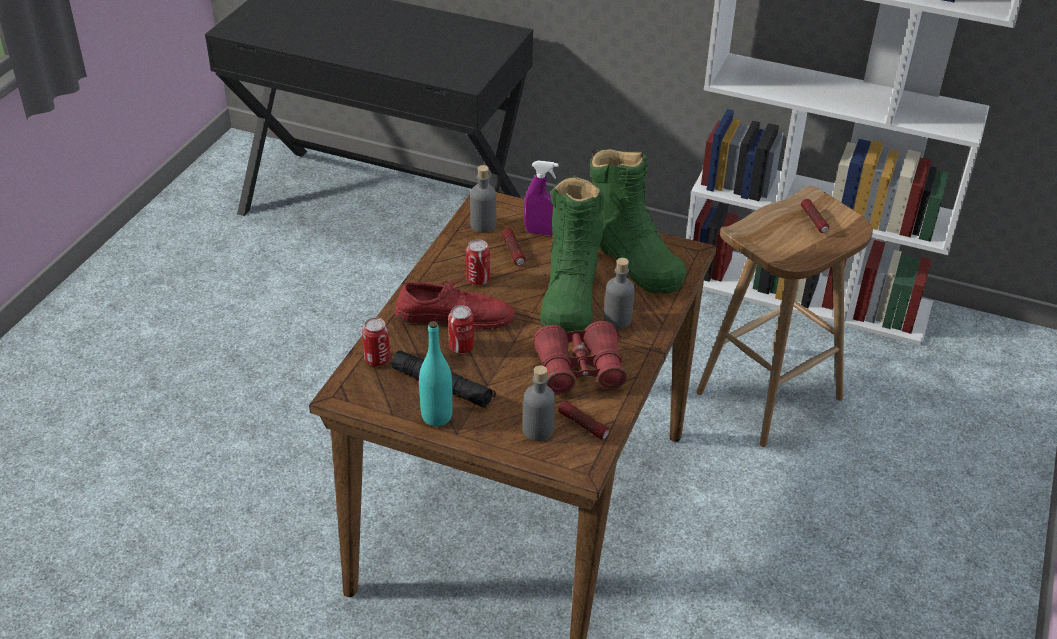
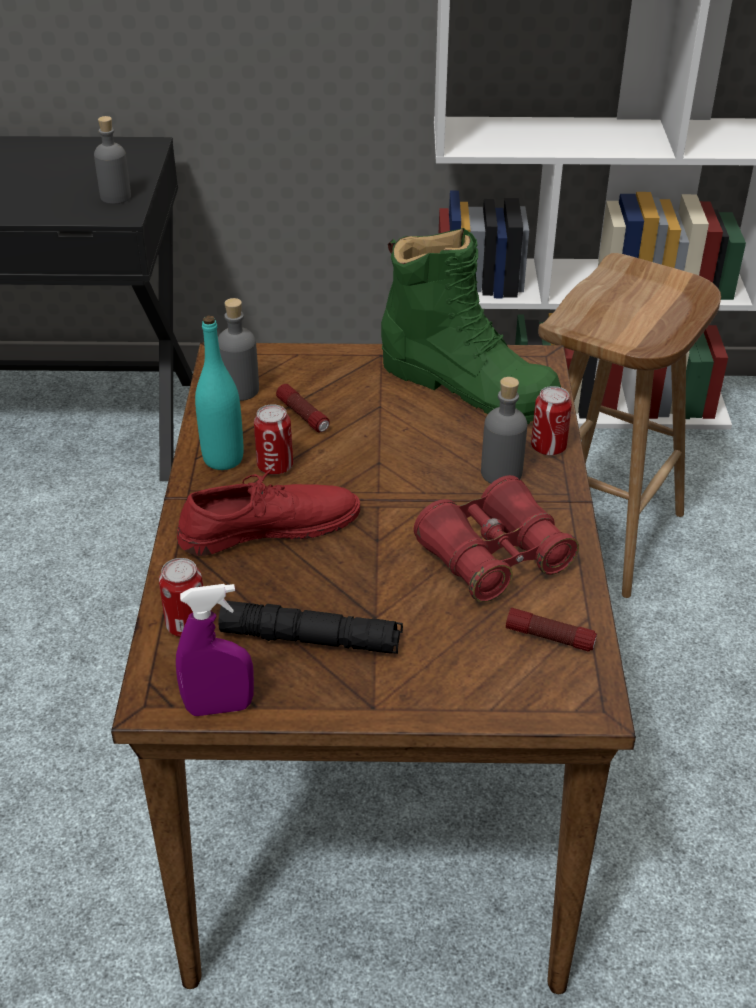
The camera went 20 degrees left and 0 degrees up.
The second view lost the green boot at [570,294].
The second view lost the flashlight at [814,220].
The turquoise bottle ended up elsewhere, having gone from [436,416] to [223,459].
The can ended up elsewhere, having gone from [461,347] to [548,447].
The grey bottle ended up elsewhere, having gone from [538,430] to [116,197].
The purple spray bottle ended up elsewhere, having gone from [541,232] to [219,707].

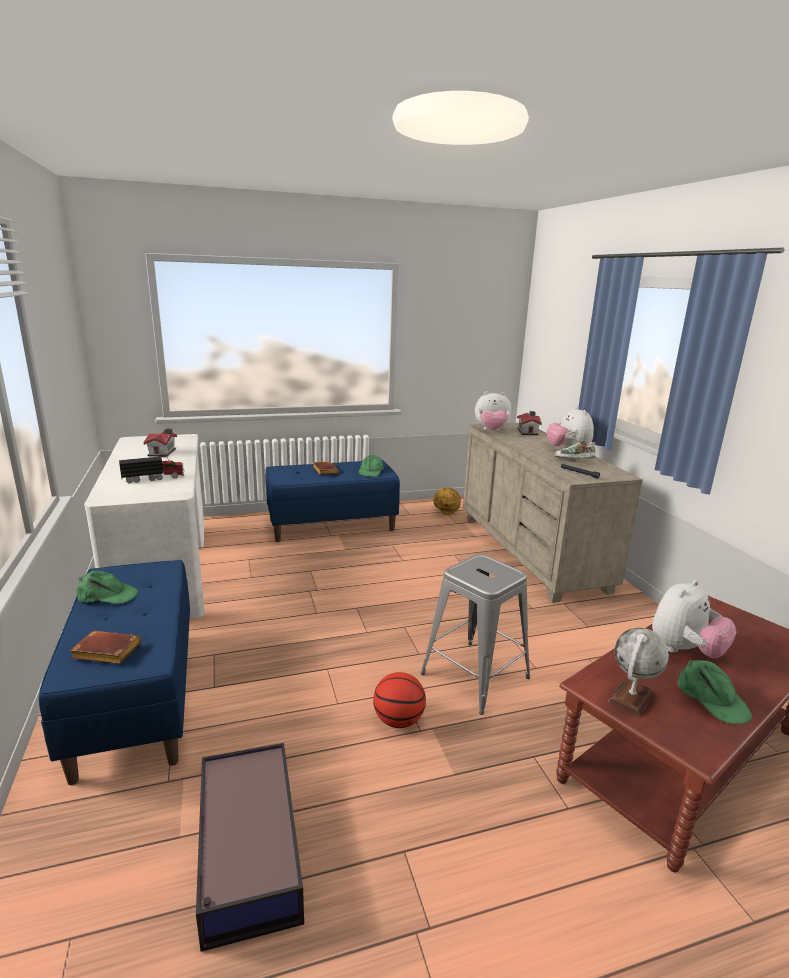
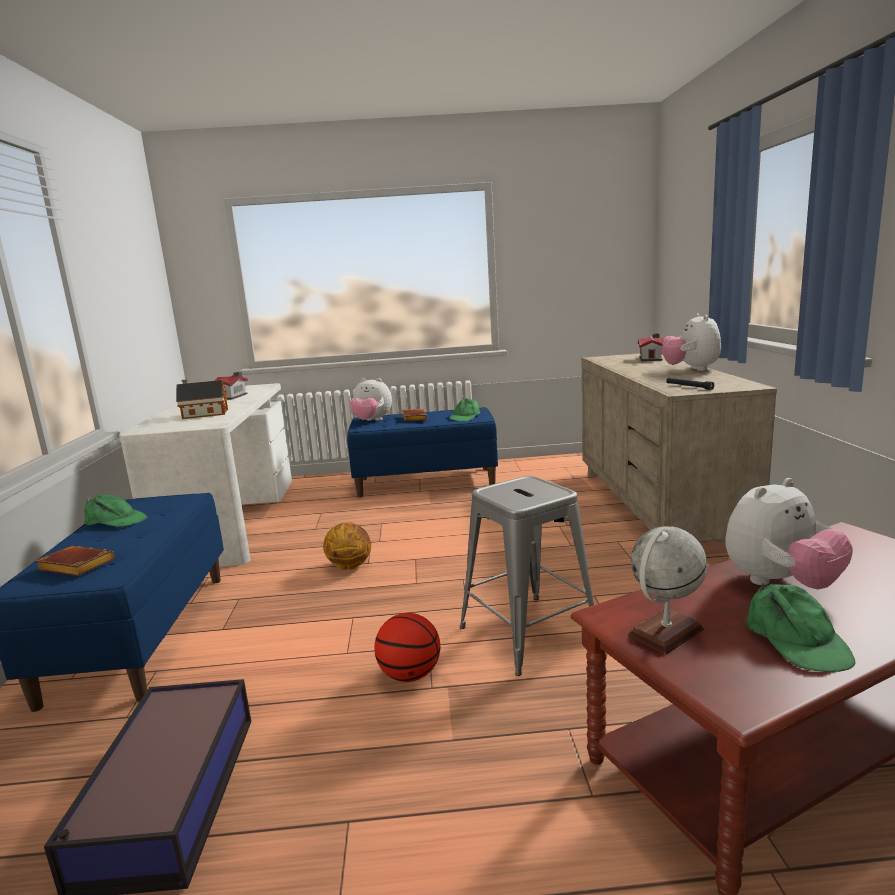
The camera went 15 degrees right and 5 degrees down.
The second view lost the shoe at [574,461].
The basketball ended up elsewhere, having gone from [446,513] to [350,566].
The plush toy ended up elsewhere, having gone from [491,431] to [372,421].
Where the toy truck stood at [154,478], the toy house came to stand at [203,414].

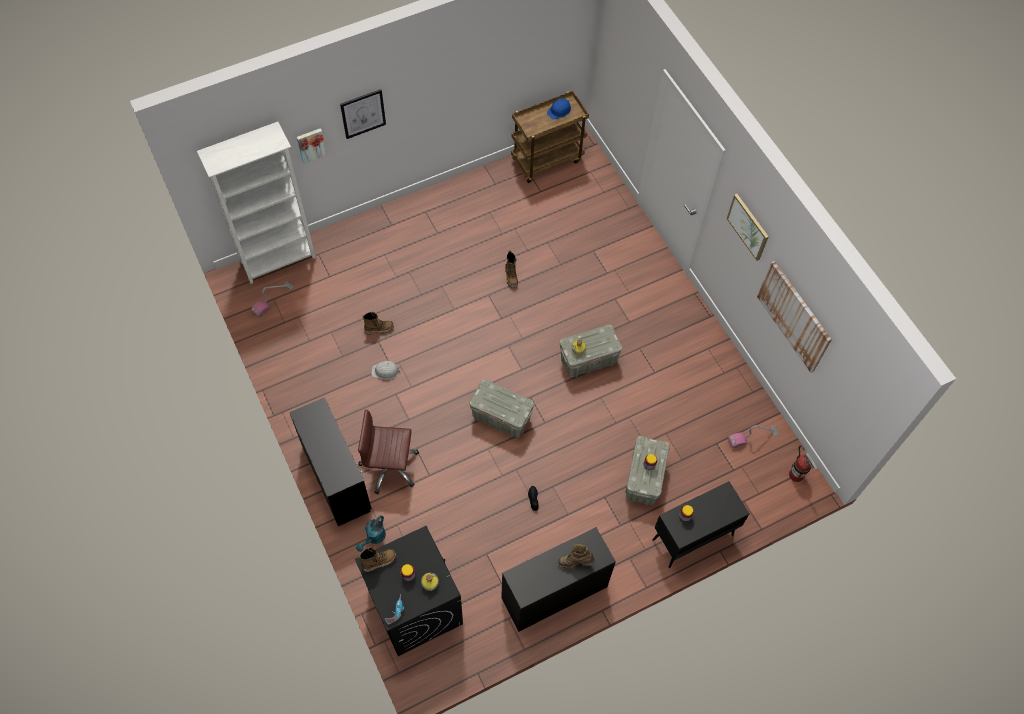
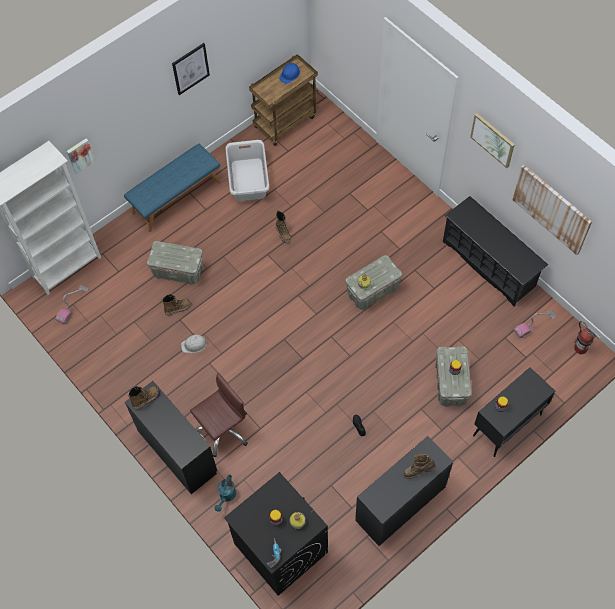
The camera went 10 degrees left and 0 degrees up.
The second view gained the blue bench at [176,197].
The second view gained the grey laundry basket at [249,179].
The second view gained the black shoe rack at [489,264].
The picture ended up elsewhere, having gone from [363,113] to [190,68].
The boot ended up elsewhere, having gone from [379,561] to [145,399].
The grey storage box ended up elsewhere, having gone from [500,417] to [178,271].
The brown office chair at [390,467] ended up facing another way, 150 degrees clockwise from before.

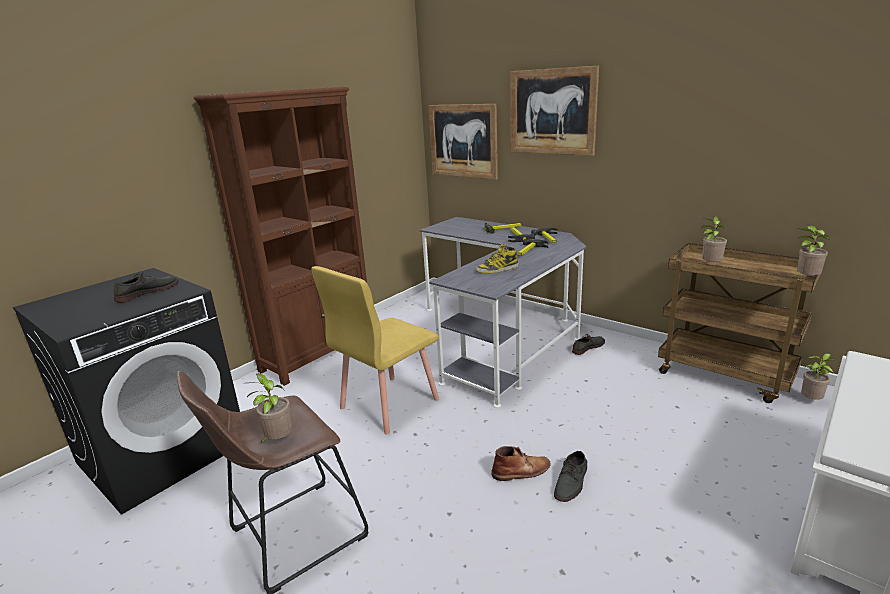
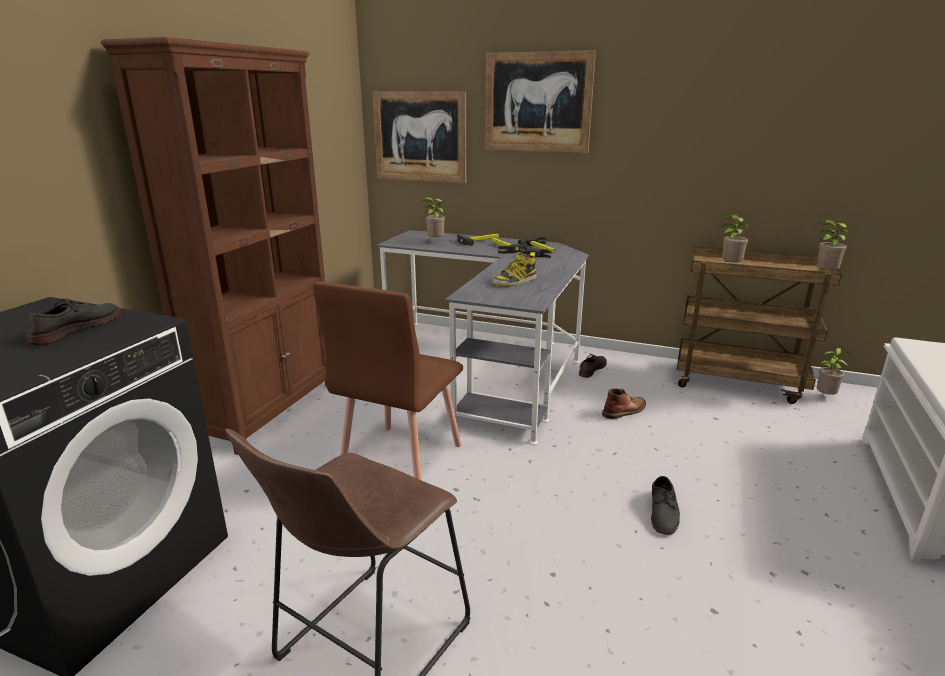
The camera went 20 degrees left and 0 degrees up.
The potted plant ended up elsewhere, having gone from [278,441] to [434,242].
The brown boot ended up elsewhere, having gone from [522,471] to [625,410].
What was the yellow chair at [388,404] turned into the brown chair at [400,458].

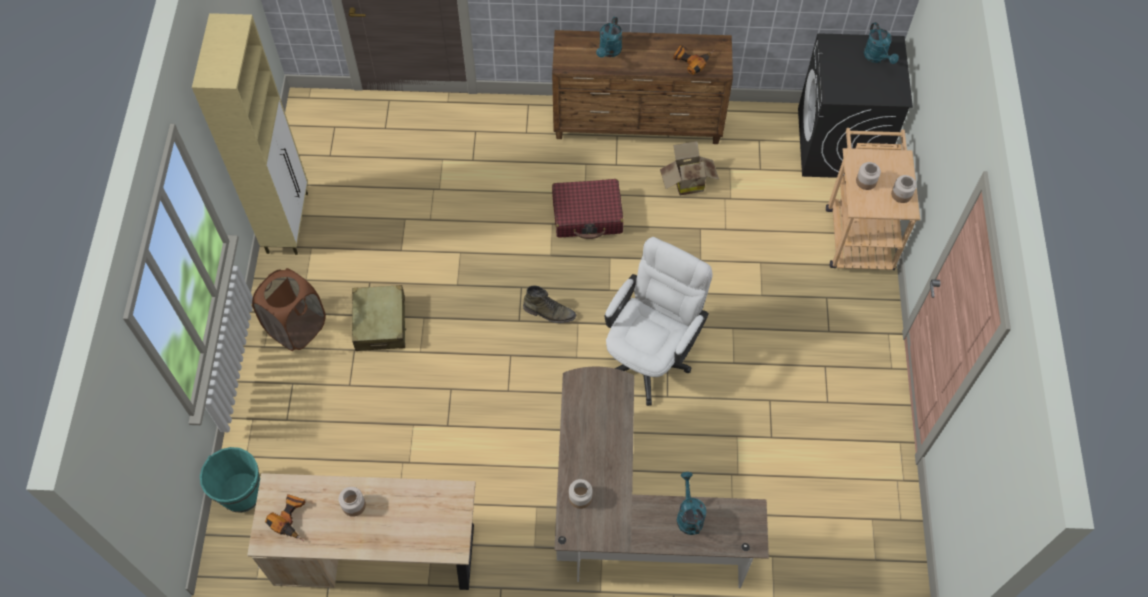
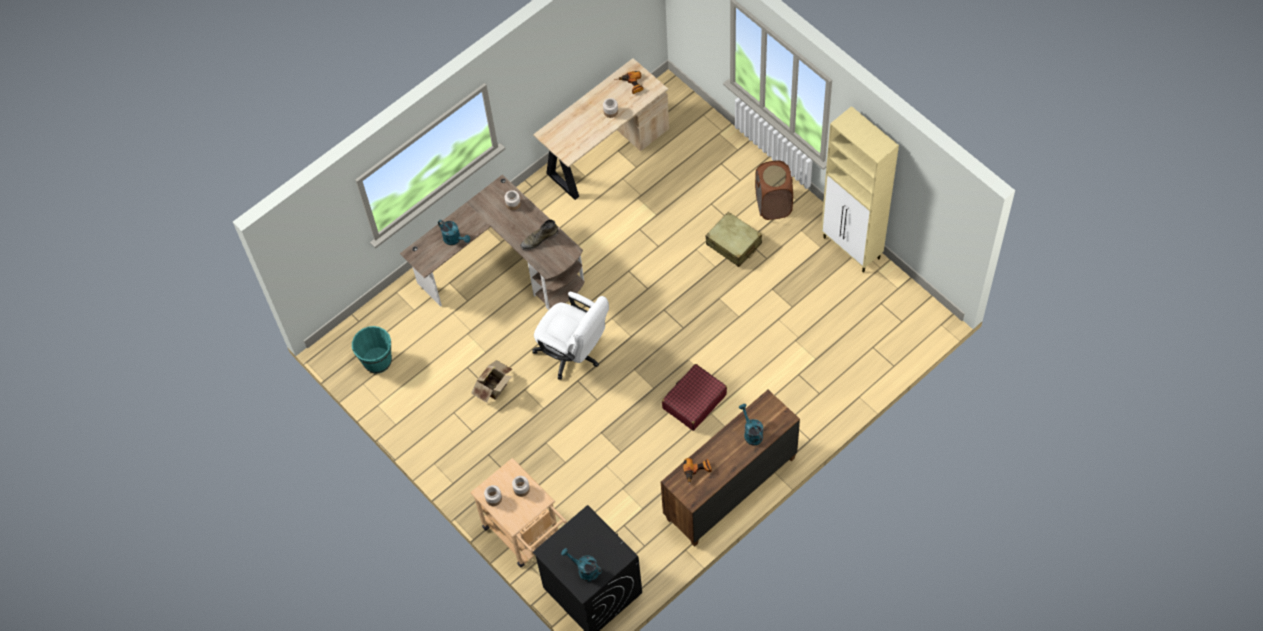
The camera went 140 degrees right and 0 degrees up.
The turquoise bucket ended up elsewhere, having gone from [242,493] to [377,360].
The green boot ended up elsewhere, having gone from [549,312] to [539,239].
The cardboard box ended up elsewhere, having gone from [686,181] to [495,388].
The white office chair at [650,355] ended up facing another way, 45 degrees counterclockwise from before.

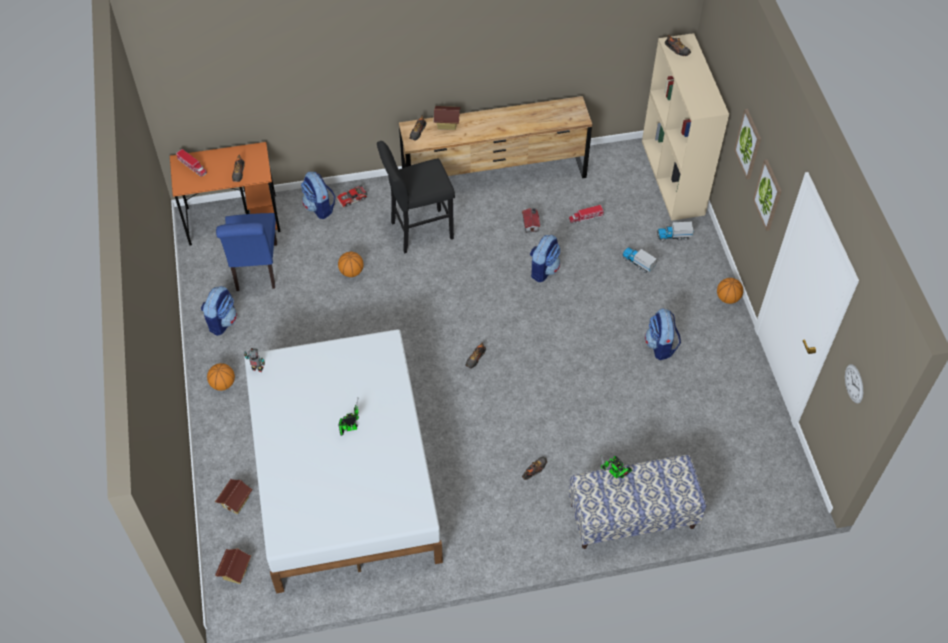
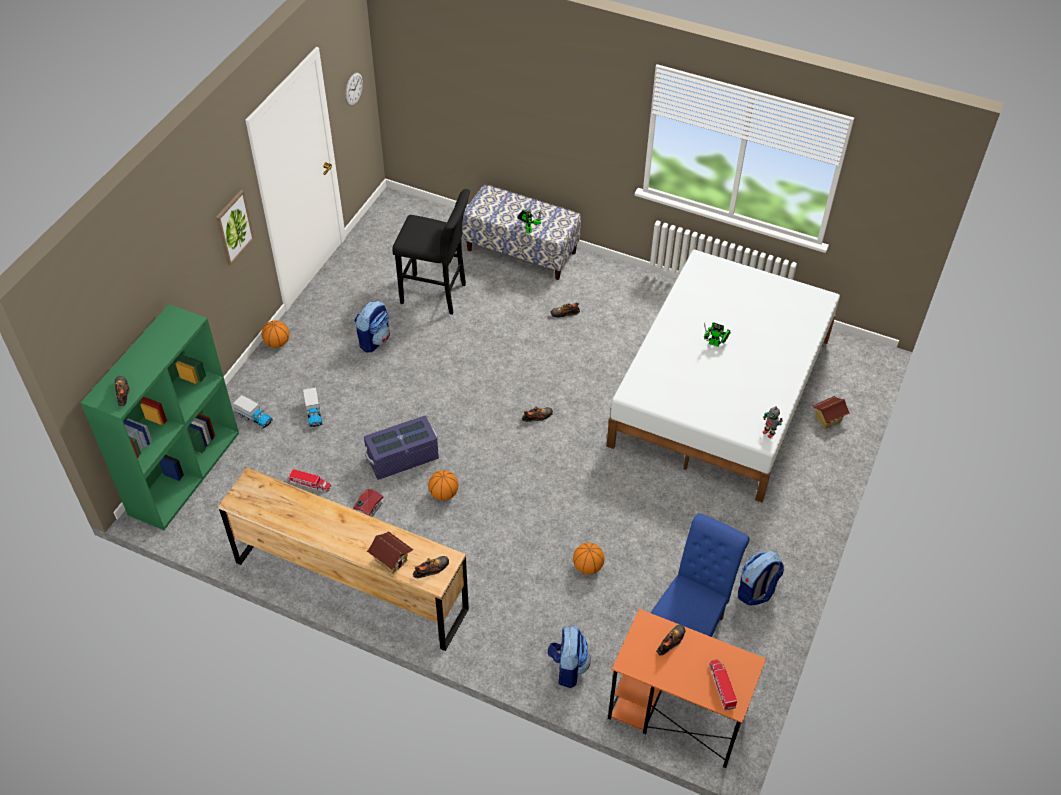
The camera went 145 degrees left and 5 degrees down.
The second view lost the toy house at [235,572].
The second view lost the toy car at [352,199].
The second view lost the picture at [749,144].
The basketball ended up elsewhere, having gone from [223,384] to [444,494].
The black stool ended up elsewhere, having gone from [418,231] to [436,295].
Where the backpack stood at [543,269], the purple storage box came to stand at [402,458].
What was the beige bookcase at [673,178] turned into the green bookcase at [184,472].

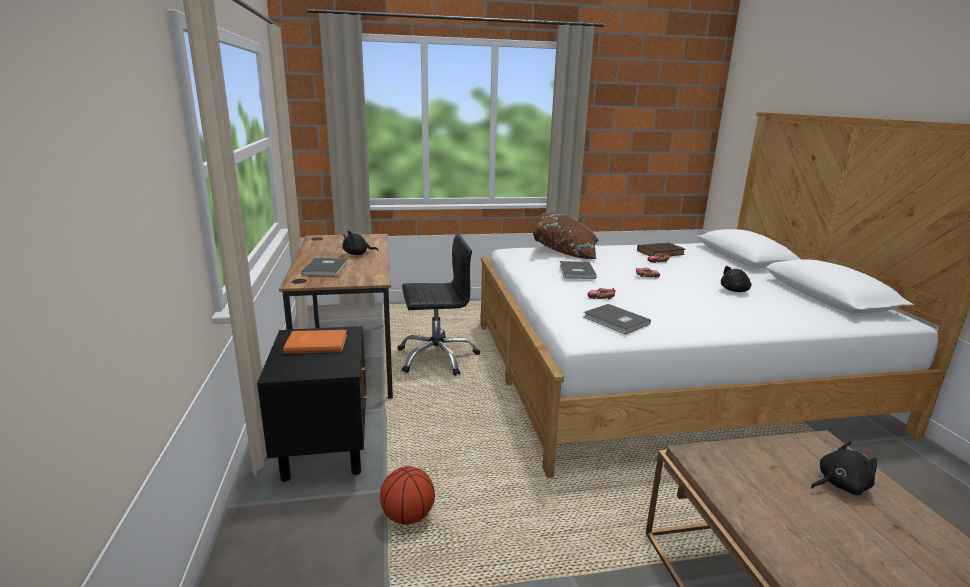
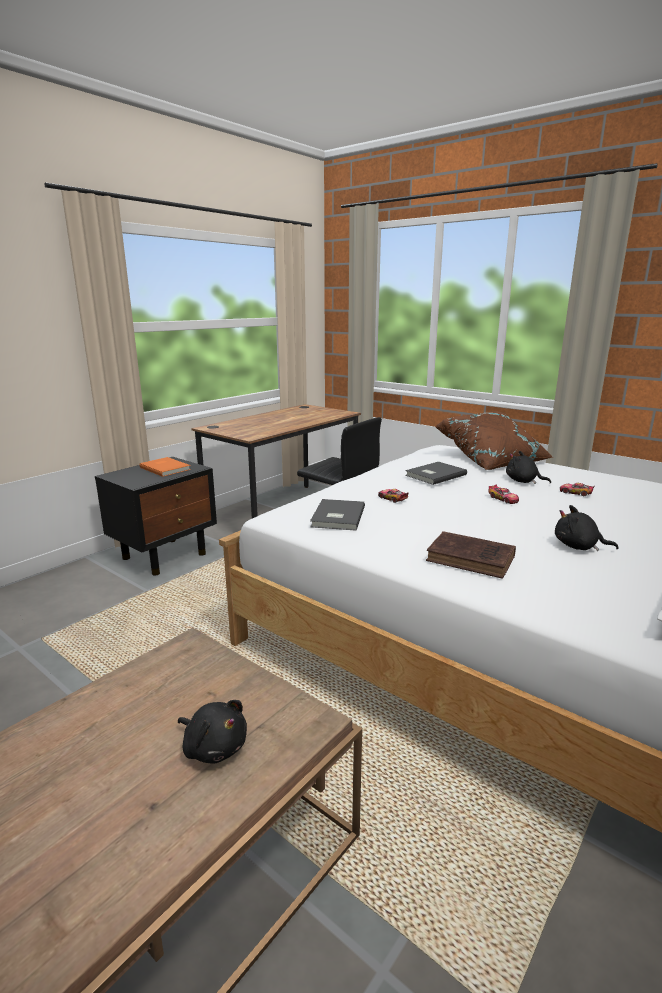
The camera went 50 degrees right and 0 degrees up.
The second view lost the grey book at [326,268].
The second view lost the basketball at [407,516].
The black plush toy ended up elsewhere, having gone from [358,254] to [523,481].
The brown book ended up elsewhere, having gone from [661,252] to [473,559].

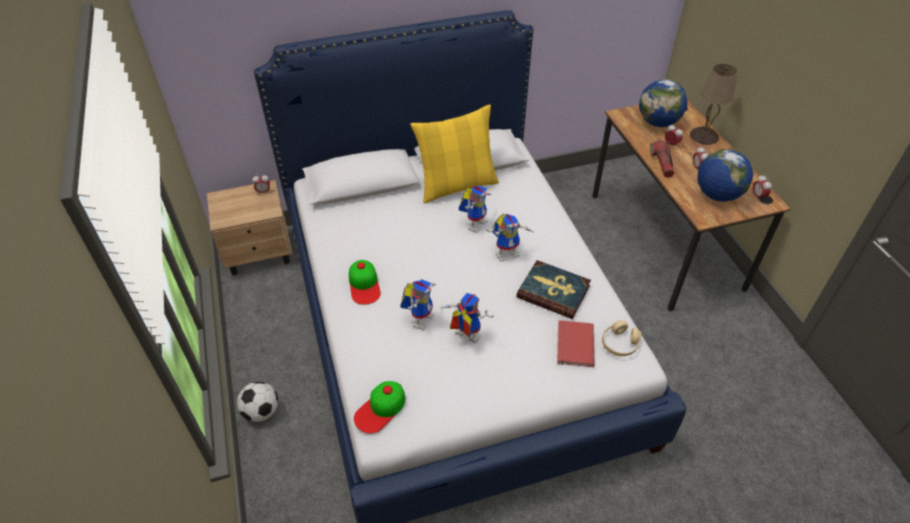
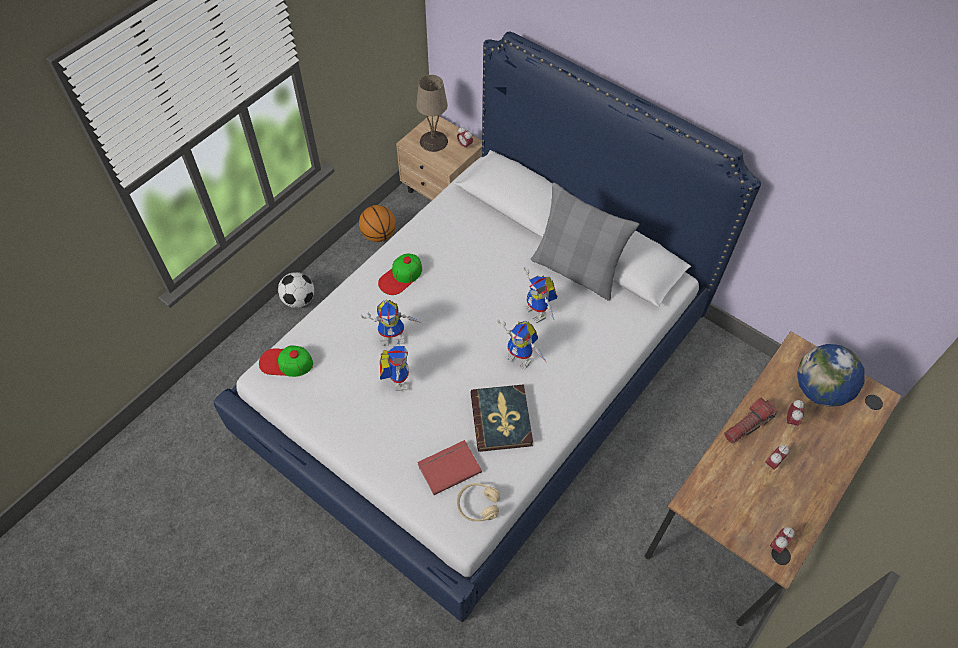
The camera went 55 degrees right and 10 degrees up.
The second view lost the globe at [717,195].
The second view gained the basketball at [379,235].
The beige table lamp ended up elsewhere, having gone from [703,136] to [433,141].
What was the yellow pillow at [457,185] turned into the grey pillow at [576,270].
The toy robot at [475,223] ended up facing another way, 60 degrees clockwise from before.

